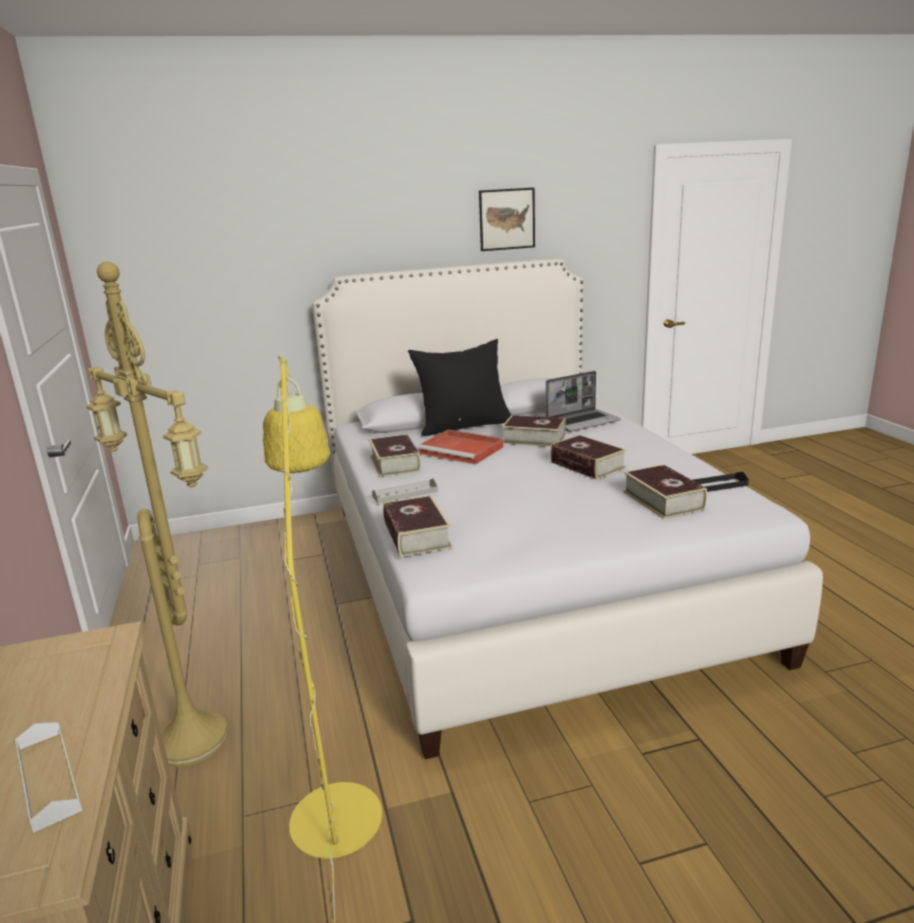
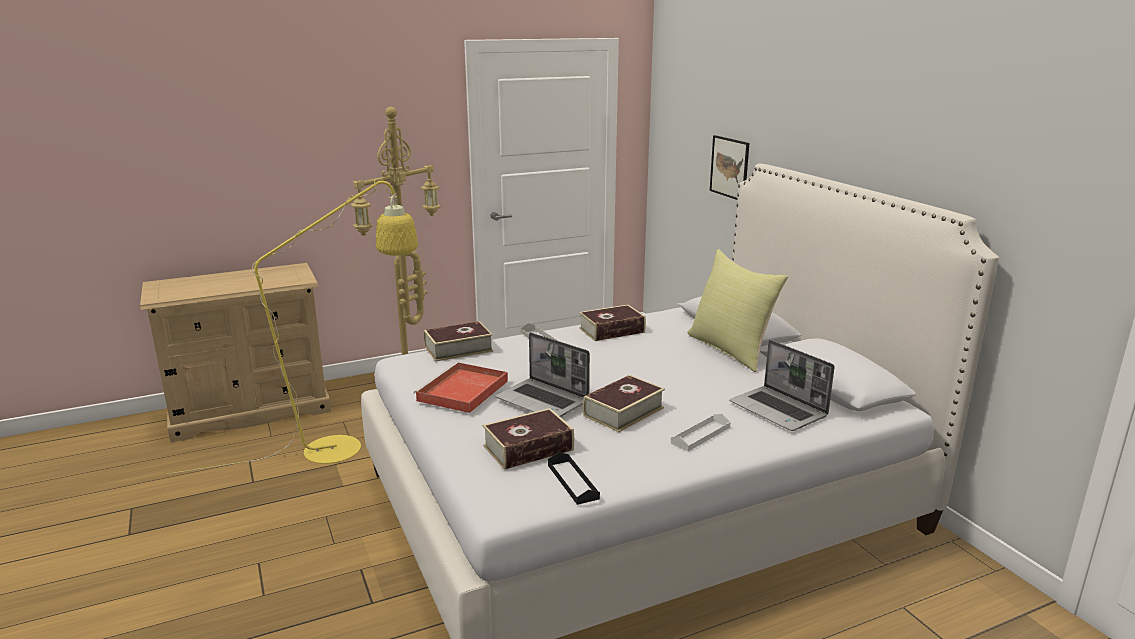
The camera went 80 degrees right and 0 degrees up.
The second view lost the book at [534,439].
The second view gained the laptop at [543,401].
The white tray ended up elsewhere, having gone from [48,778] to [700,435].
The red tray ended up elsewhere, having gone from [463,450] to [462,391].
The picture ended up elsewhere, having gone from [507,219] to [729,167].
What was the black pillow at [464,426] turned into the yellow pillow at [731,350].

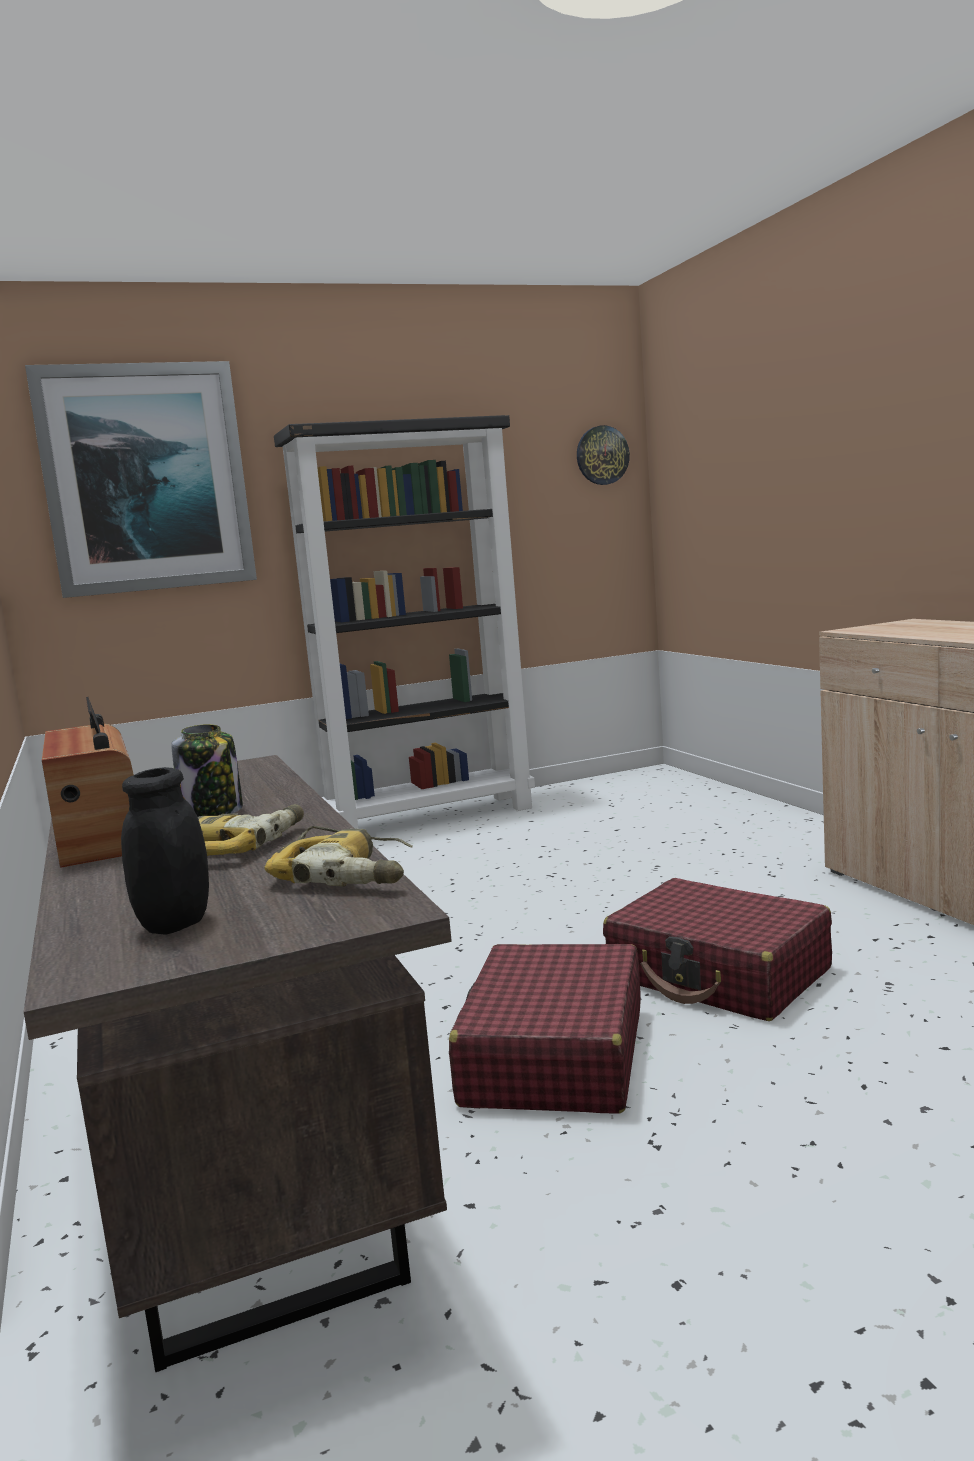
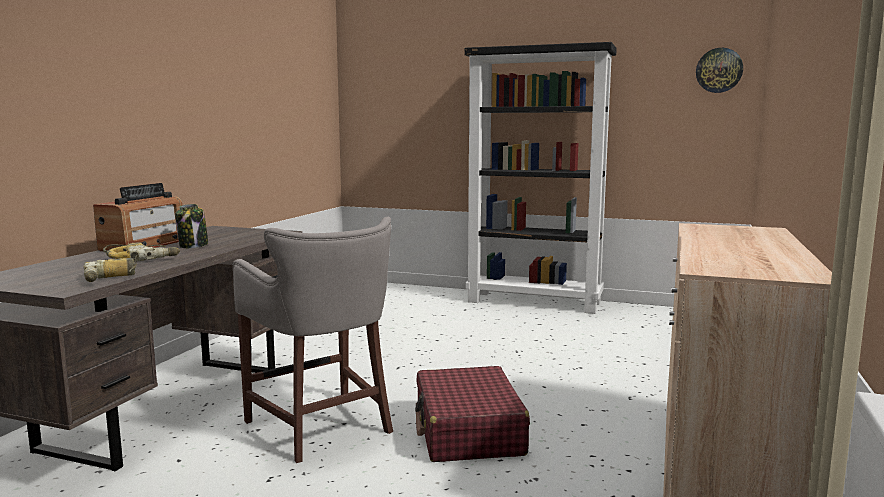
The camera went 40 degrees right and 0 degrees up.
The second view lost the picture at [146,479].
The second view lost the black jar at [175,924].
Where the red suitcase stood at [554,1056], the grey stool came to stand at [322,427].

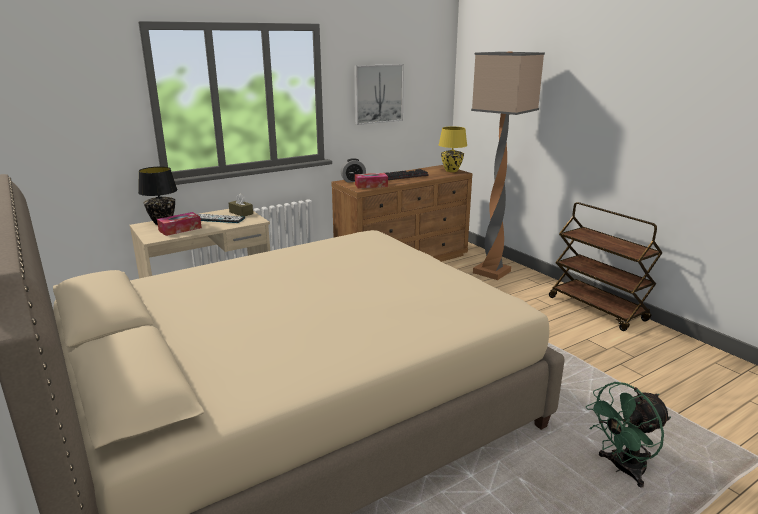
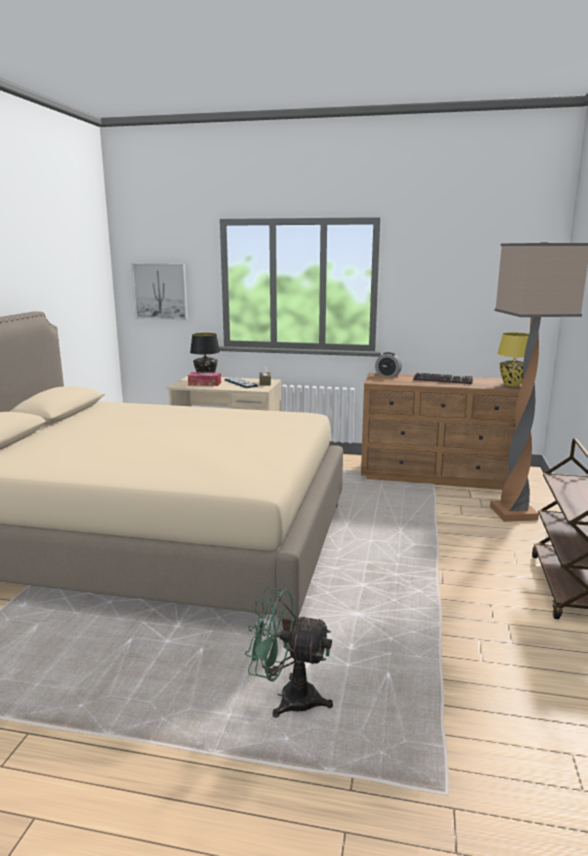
The camera went 45 degrees right and 5 degrees down.
The second view lost the tissue box at [371,185].
The picture ended up elsewhere, having gone from [378,94] to [160,291].

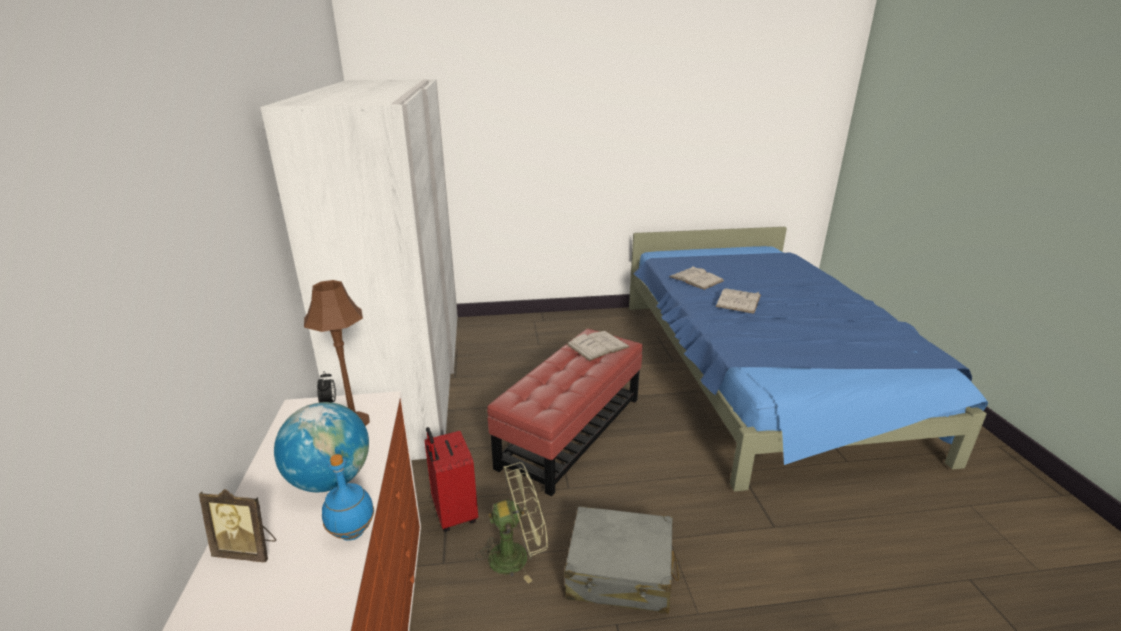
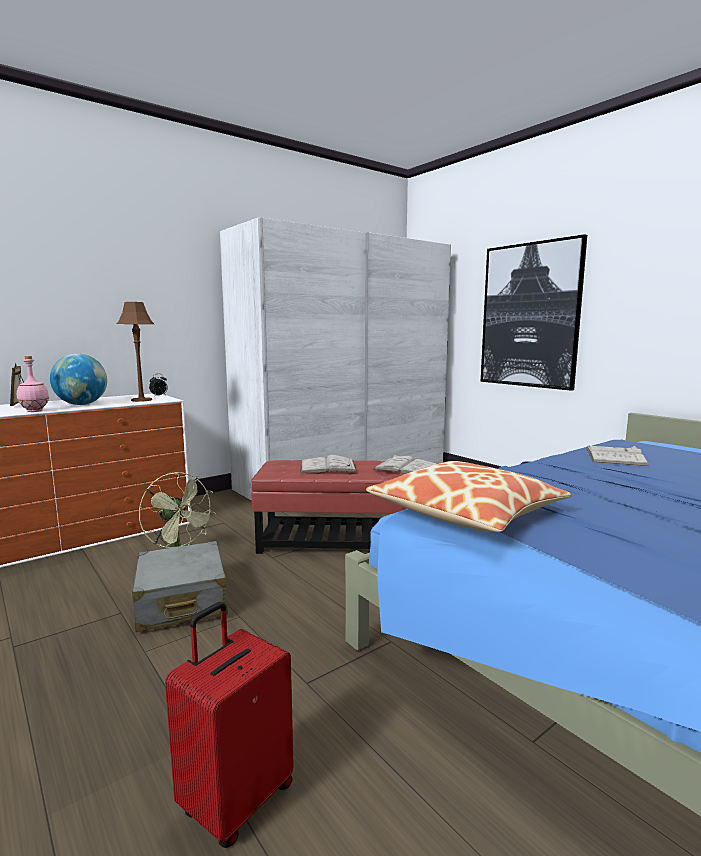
The camera went 60 degrees right and 15 degrees down.
The second view gained the pillow at [466,513].
The second view gained the picture at [529,315].
The red suitcase ended up elsewhere, having gone from [453,514] to [236,799].
The white book ended up elsewhere, having gone from [738,301] to [327,466].
What was the blue bottle at [353,532] turned into the pink bottle at [35,411].

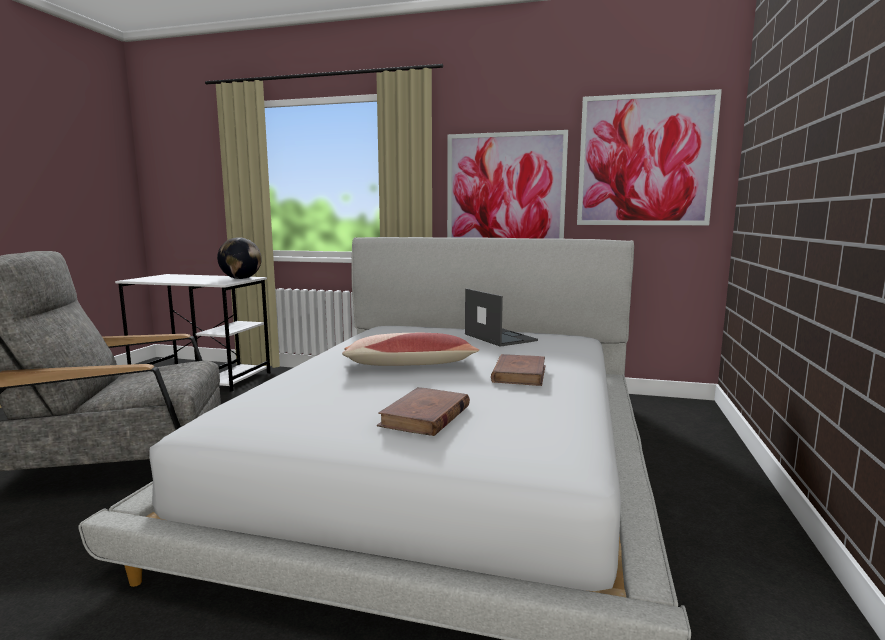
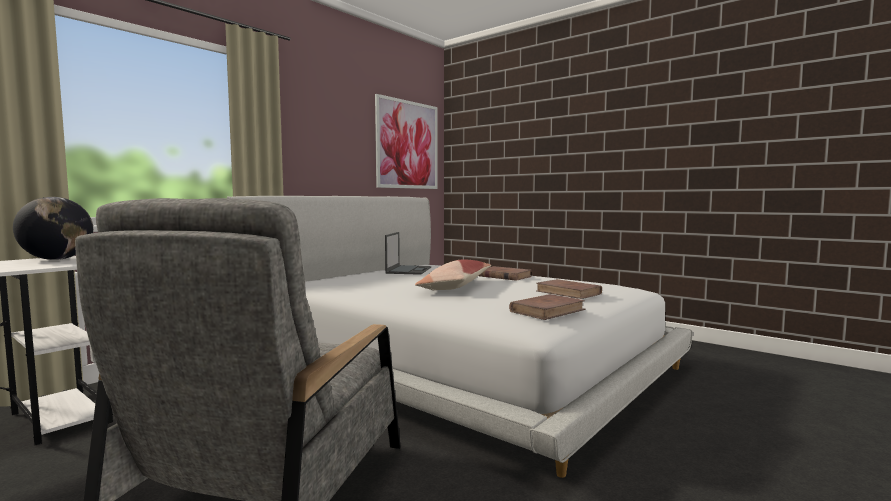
The camera went 65 degrees left and 5 degrees down.
The second view lost the picture at [505,194].
The second view gained the brown book at [547,311].
The laptop at [499,337] ended up facing another way, 105 degrees clockwise from before.

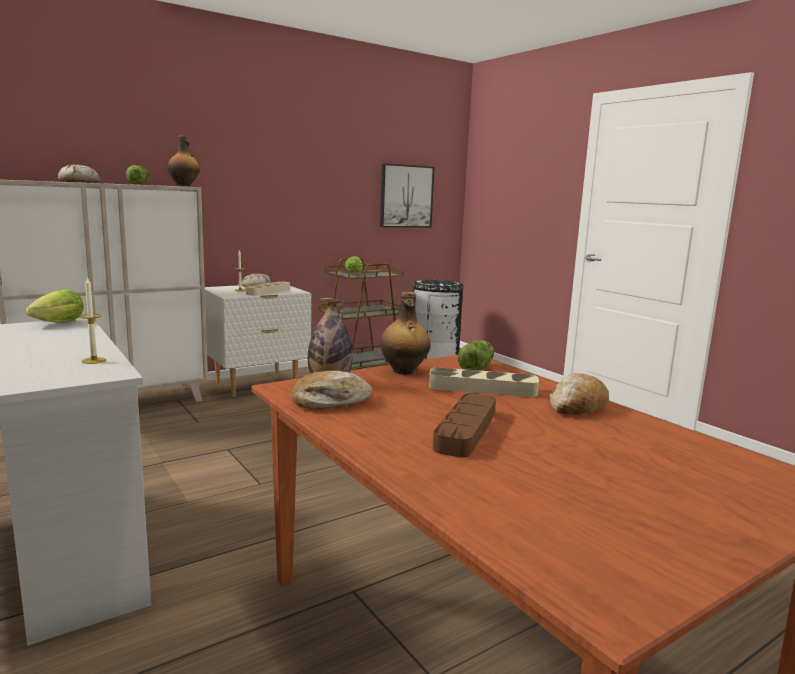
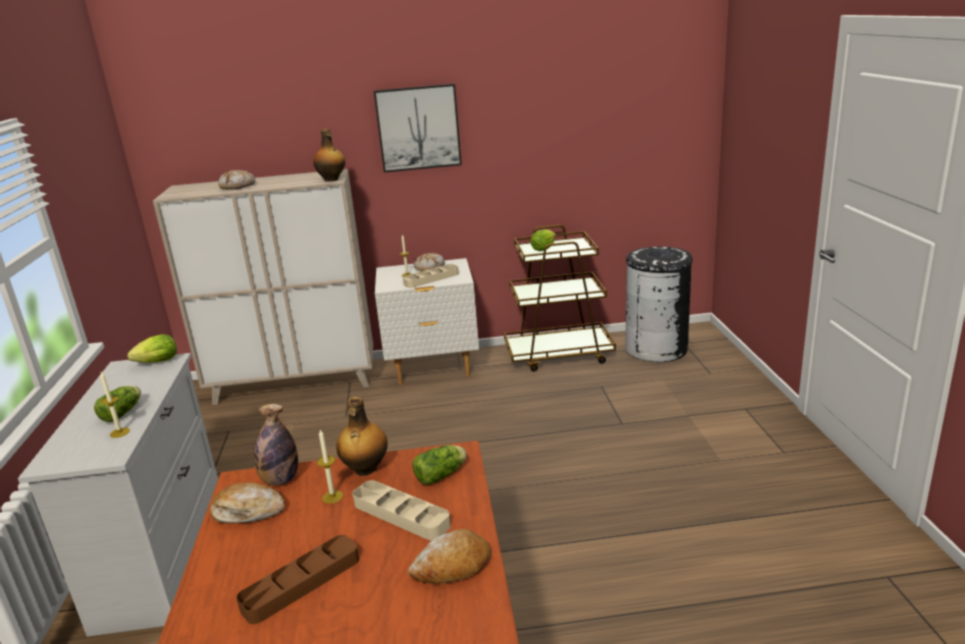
The camera went 30 degrees right and 10 degrees up.
The second view gained the candle at [332,497].
The lettuce ended up elsewhere, having gone from [140,184] to [123,412].
The picture ended up elsewhere, having gone from [406,196] to [418,128].

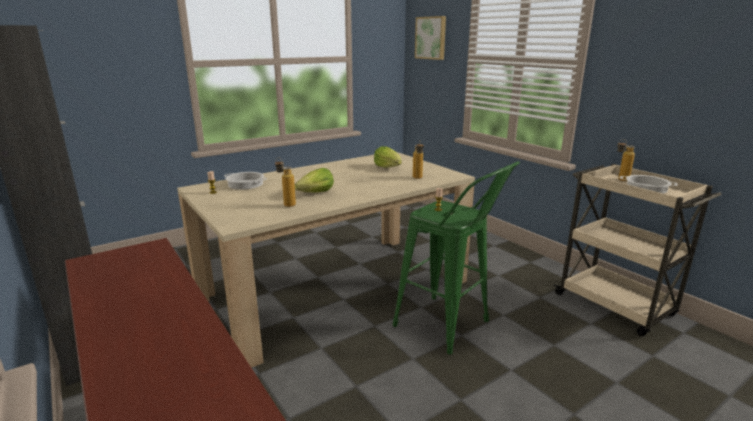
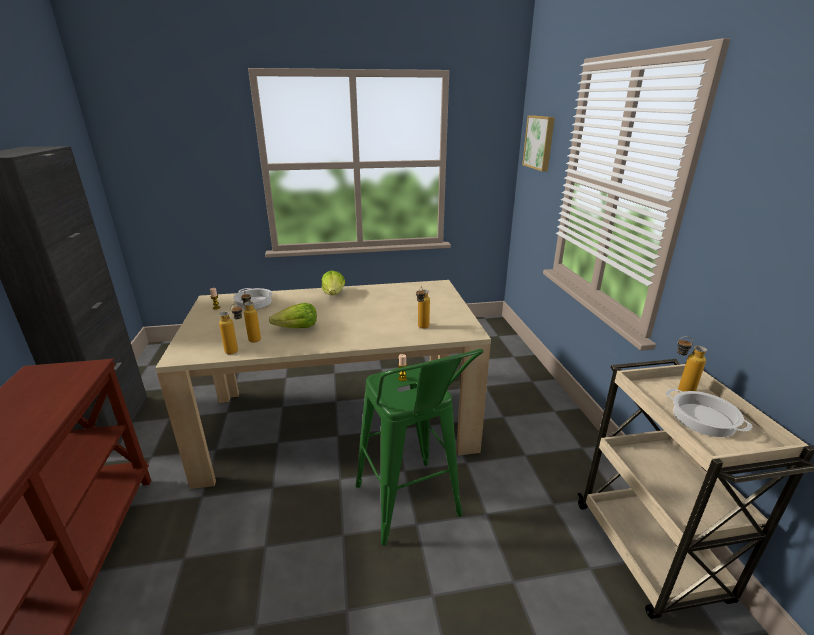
The camera went 25 degrees right and 5 degrees up.
The second view gained the bottle at [237,351].
The lettuce ended up elsewhere, having gone from [388,167] to [334,294].

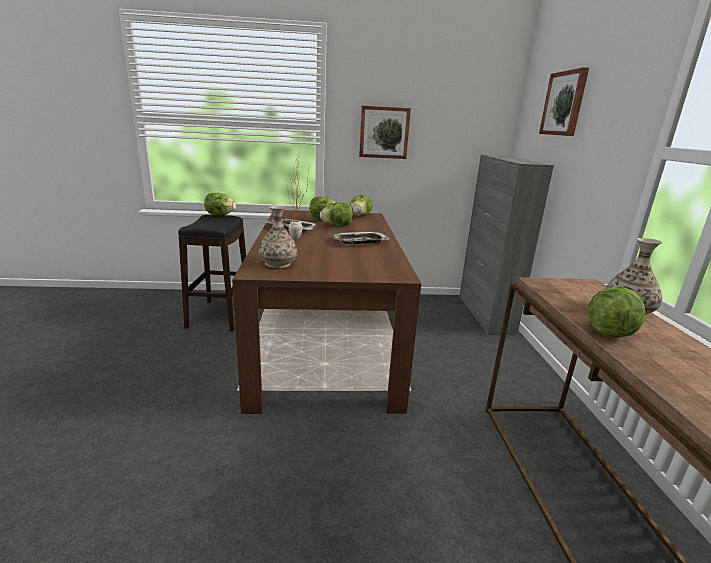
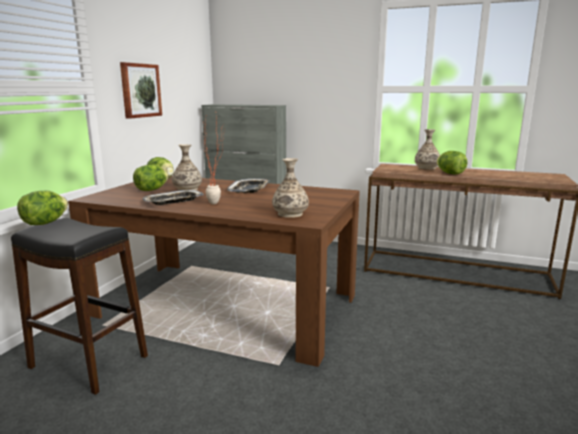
The camera went 65 degrees left and 5 degrees down.
The second view lost the picture at [564,103].
Where the lettuce stood at [337,226], the vase came to stand at [187,189].

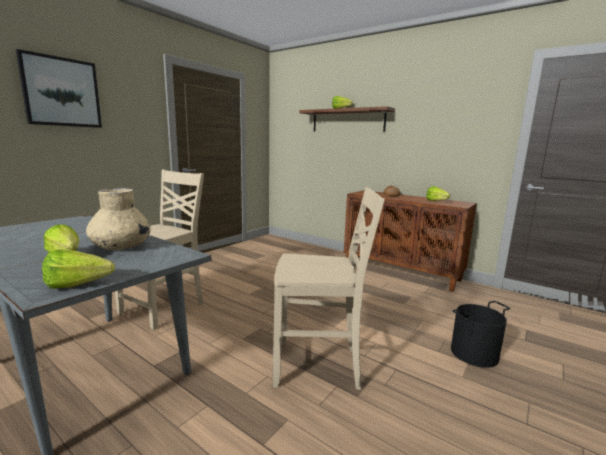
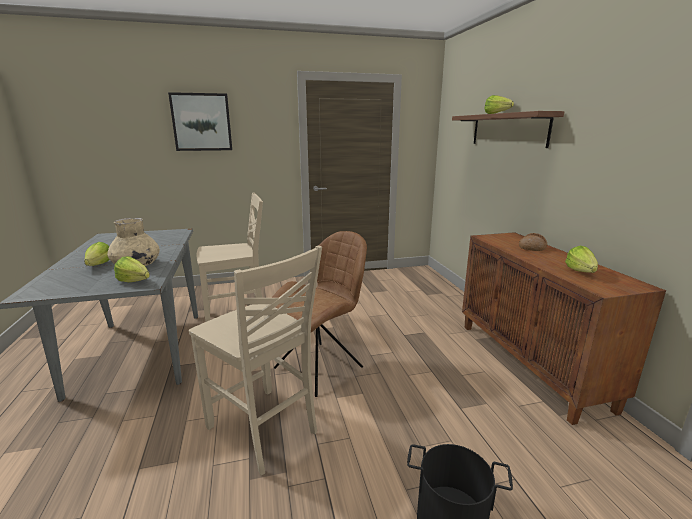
The camera went 40 degrees right and 5 degrees up.
The second view gained the brown chair at [321,366].
The lettuce ended up elsewhere, having gone from [83,285] to [136,283].

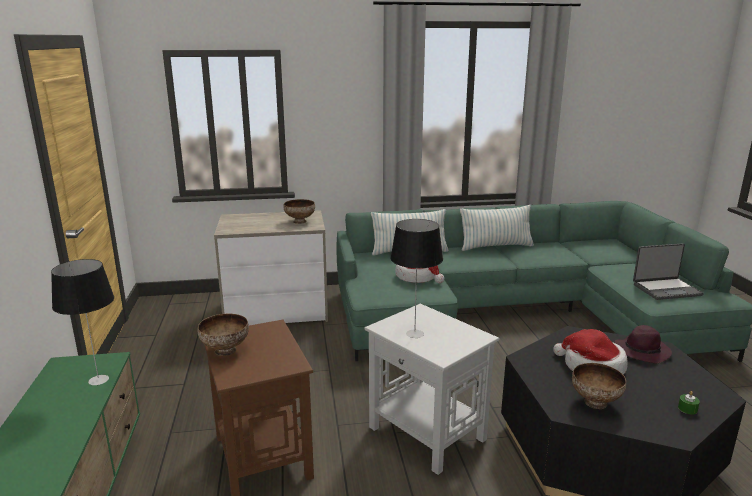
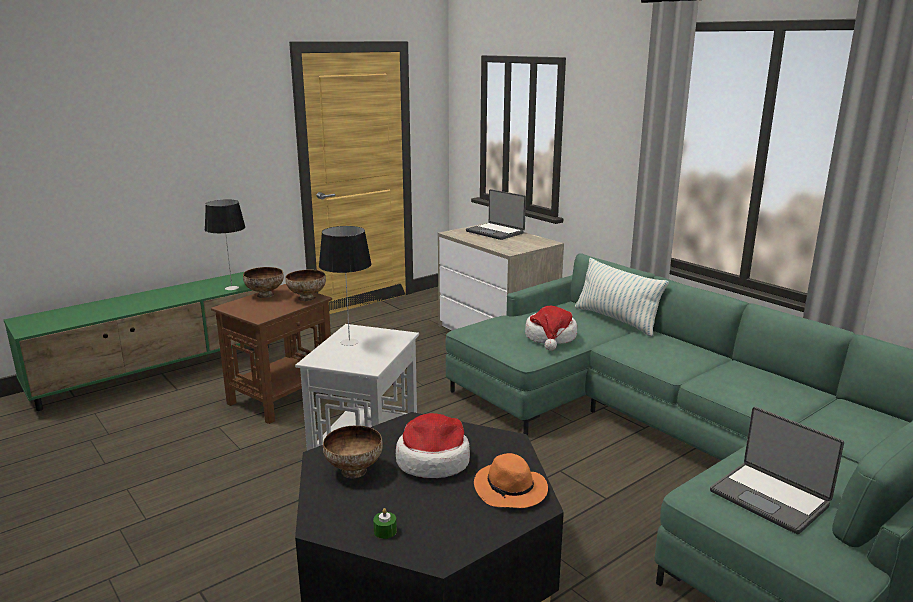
The camera went 60 degrees right and 0 degrees up.
The second view lost the pillow at [496,246].
The second view gained the laptop at [495,232].
The bowl ended up elsewhere, having gone from [300,221] to [307,298].
What was the purple hat at [642,351] turned into the orange hat at [511,490].

